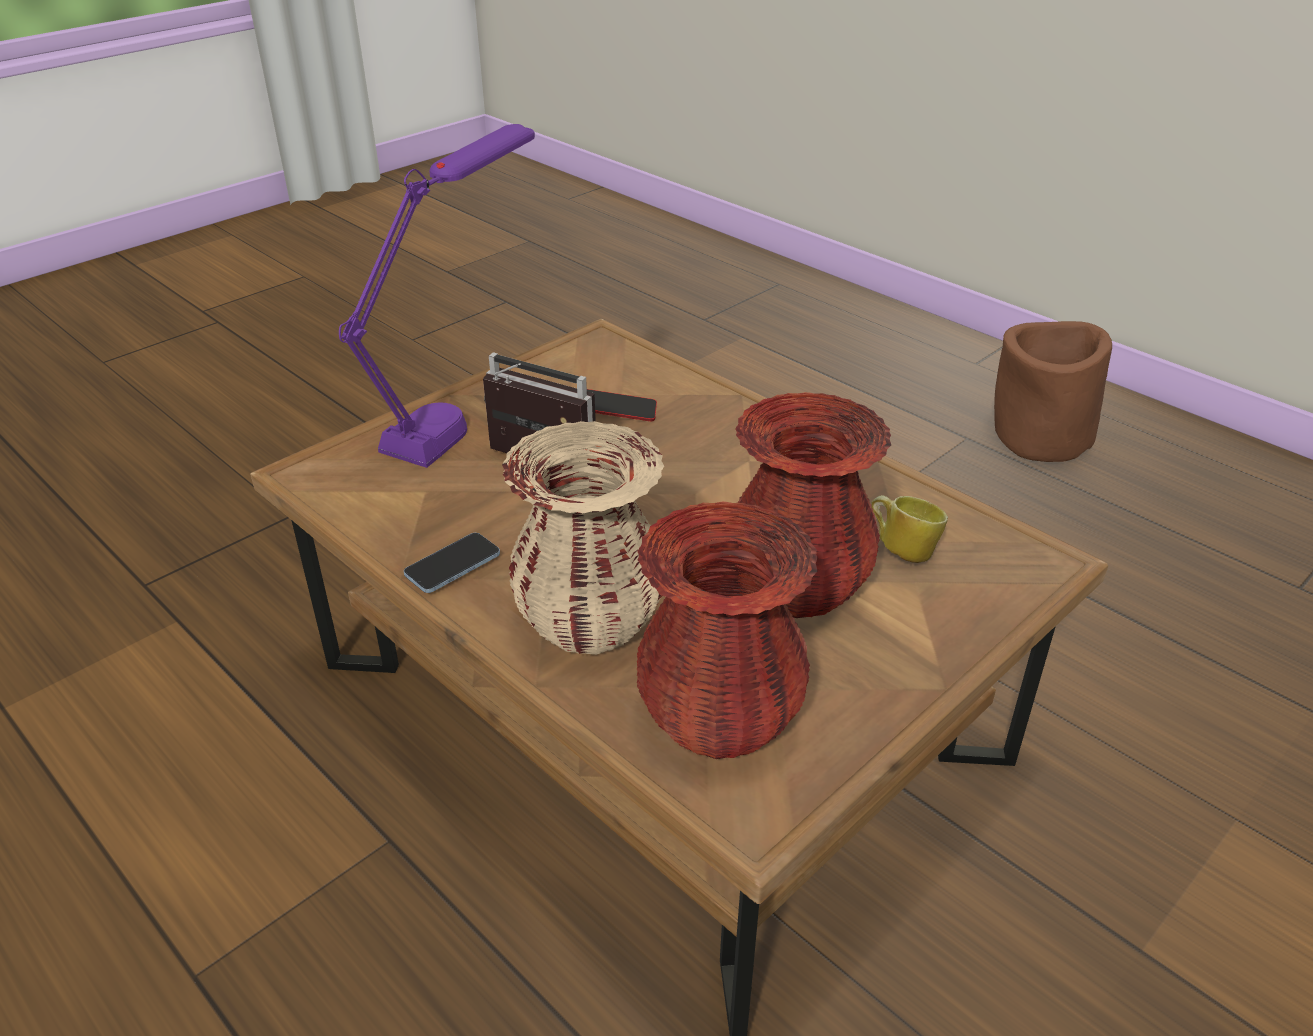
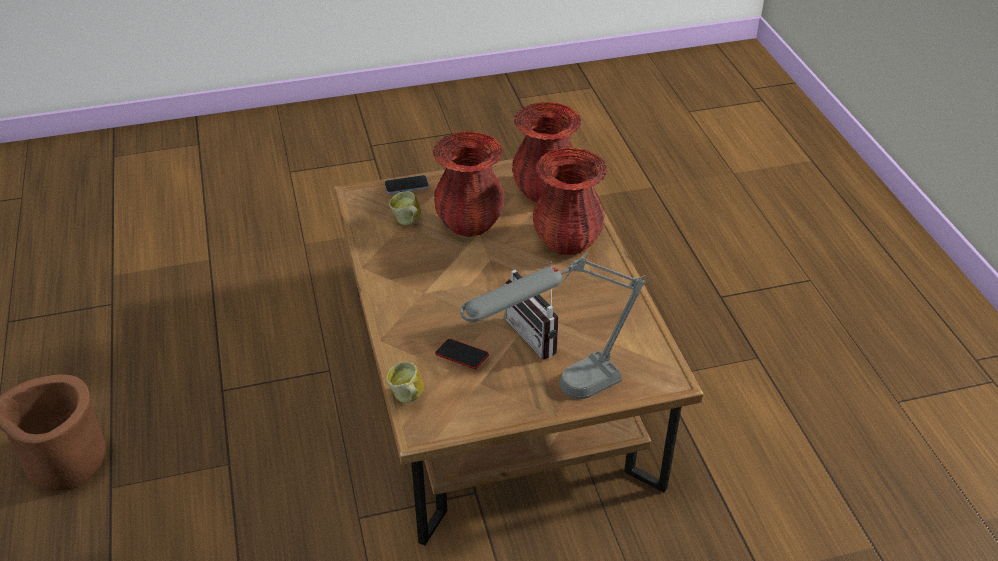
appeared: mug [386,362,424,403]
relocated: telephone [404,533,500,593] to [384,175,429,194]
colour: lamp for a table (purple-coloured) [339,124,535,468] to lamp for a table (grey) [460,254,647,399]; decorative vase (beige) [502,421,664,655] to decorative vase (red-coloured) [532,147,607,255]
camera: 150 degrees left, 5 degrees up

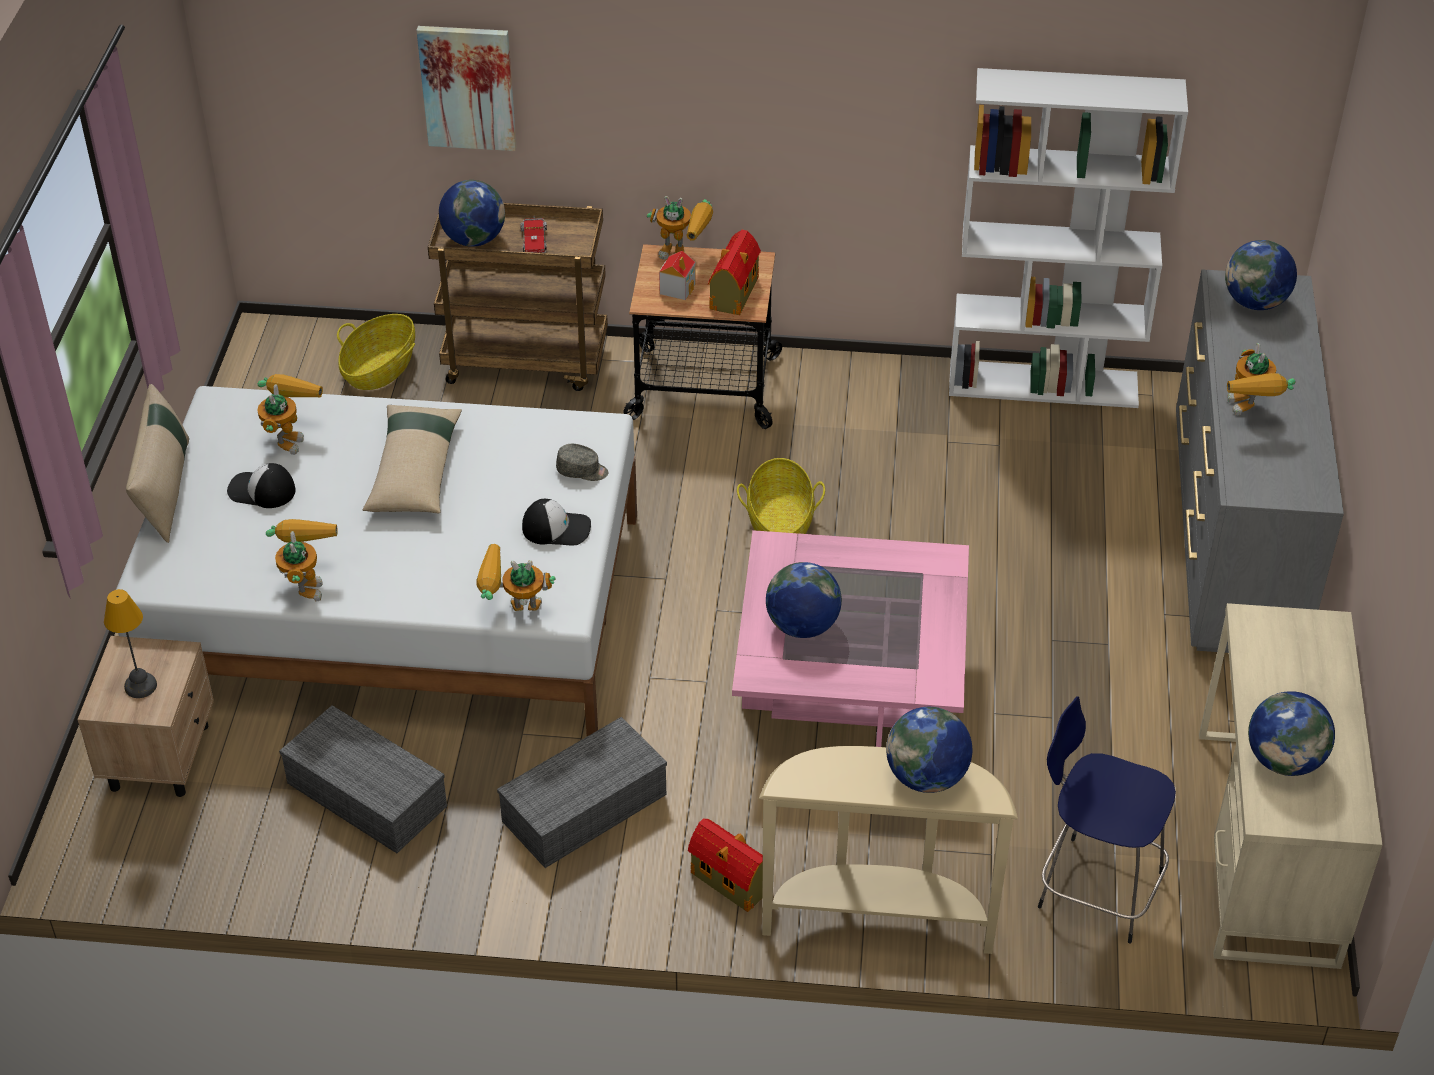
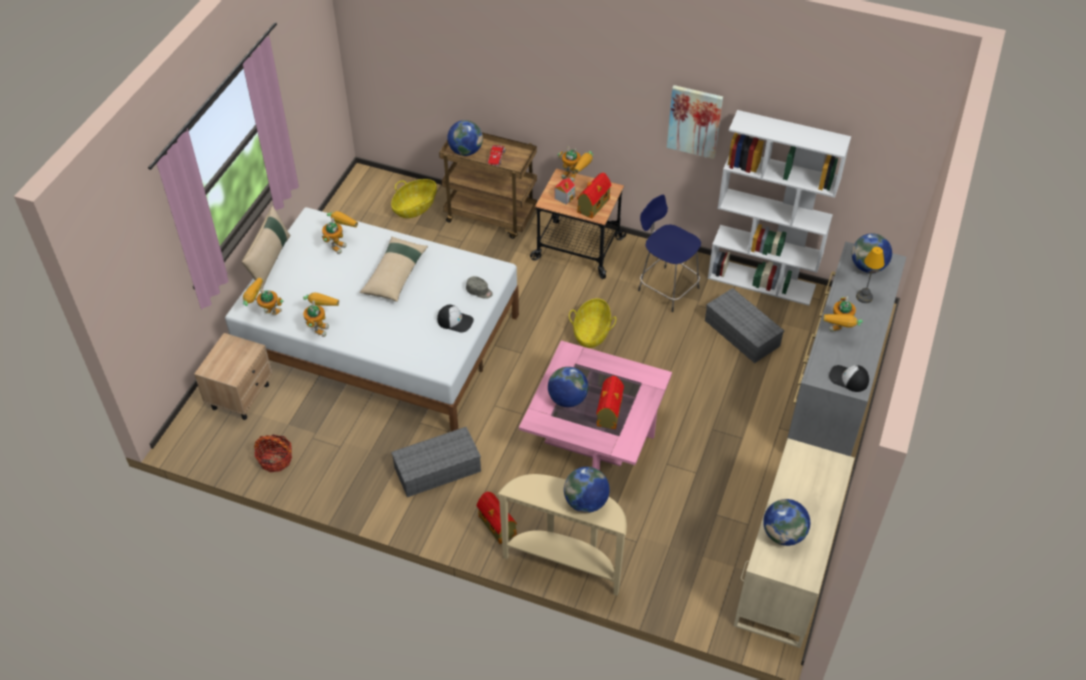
appeared: toy house [596,376,624,429]; household basket [254,435,292,472]
relocated: picture [417,26,517,151] to [667,85,723,159]; baseball cap [227,463,296,508] to [829,365,869,392]; toy robot [476,544,556,611] to [243,278,283,315]; lamp for a table [104,589,157,698] to [856,247,884,303]; stool (blue) [1038,696,1176,943] to [638,195,701,312]; storage box (grey) [279,705,447,853] to [705,288,784,363]
camera: 15 degrees right, 5 degrees up

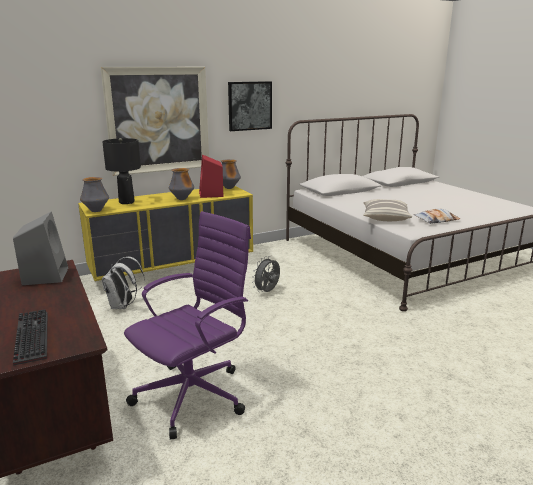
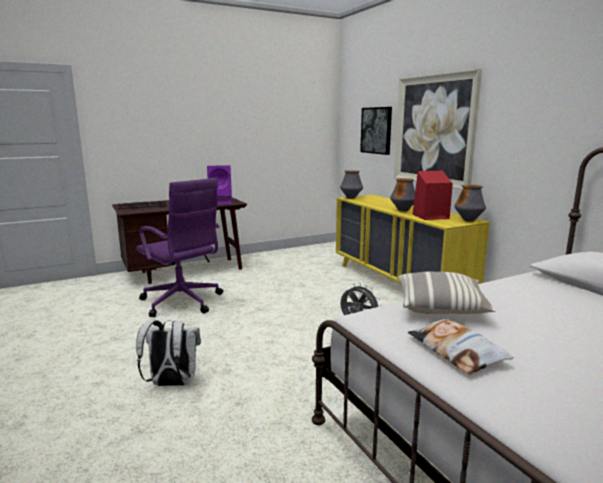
missing: lamp for a table (black) [102,138,141,204]
relocated: picture [228,81,272,131] to [360,107,392,155]; knapsack (white-coloured) [102,257,144,309] to [136,320,201,386]
colour: loudspeaker (grey) [13,212,68,285] to loudspeaker (purple-coloured) [207,165,232,205]
camera: 90 degrees right, 5 degrees down

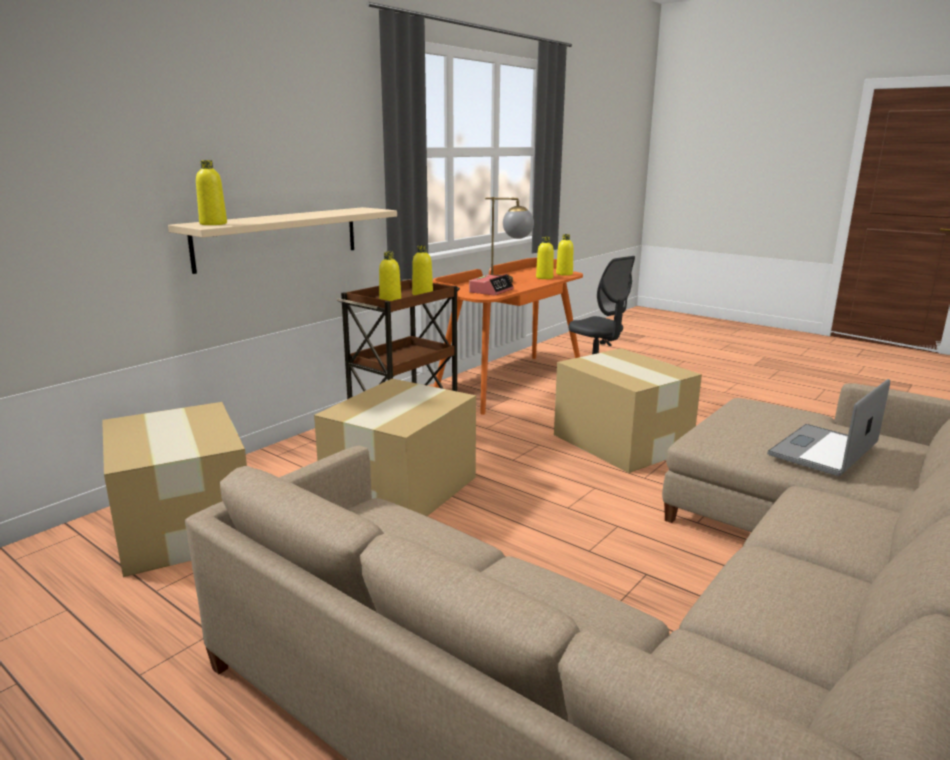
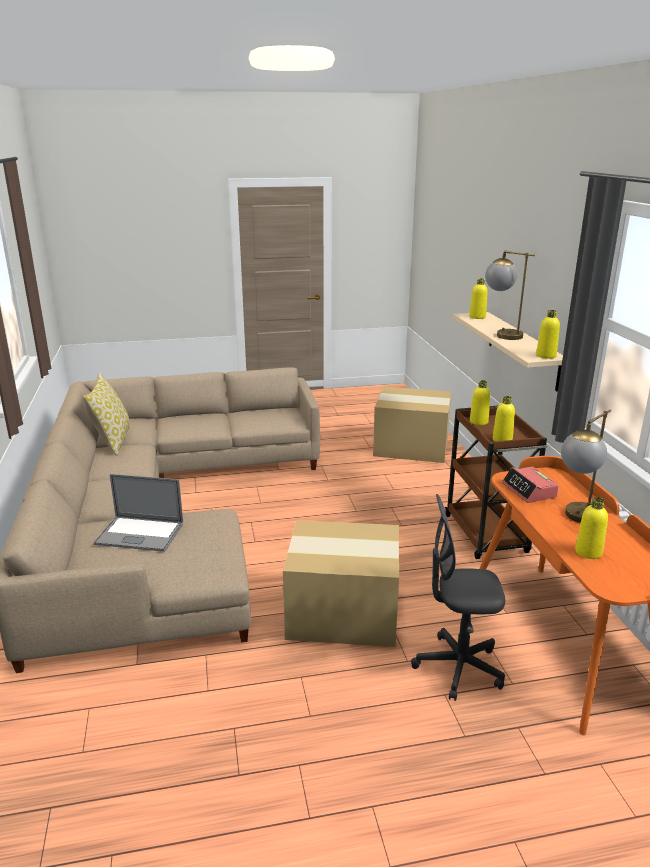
missing: packing box [314,379,476,516]
appeared: lamp for a table [485,250,535,340]; throw pillow [83,372,130,456]
relocated: bottle (yellowish) [556,234,573,276] to [536,310,560,359]
spun: notebook computer [767,379,890,476] = [94,474,183,552] 105 degrees clockwise
camera: 130 degrees right, 5 degrees up

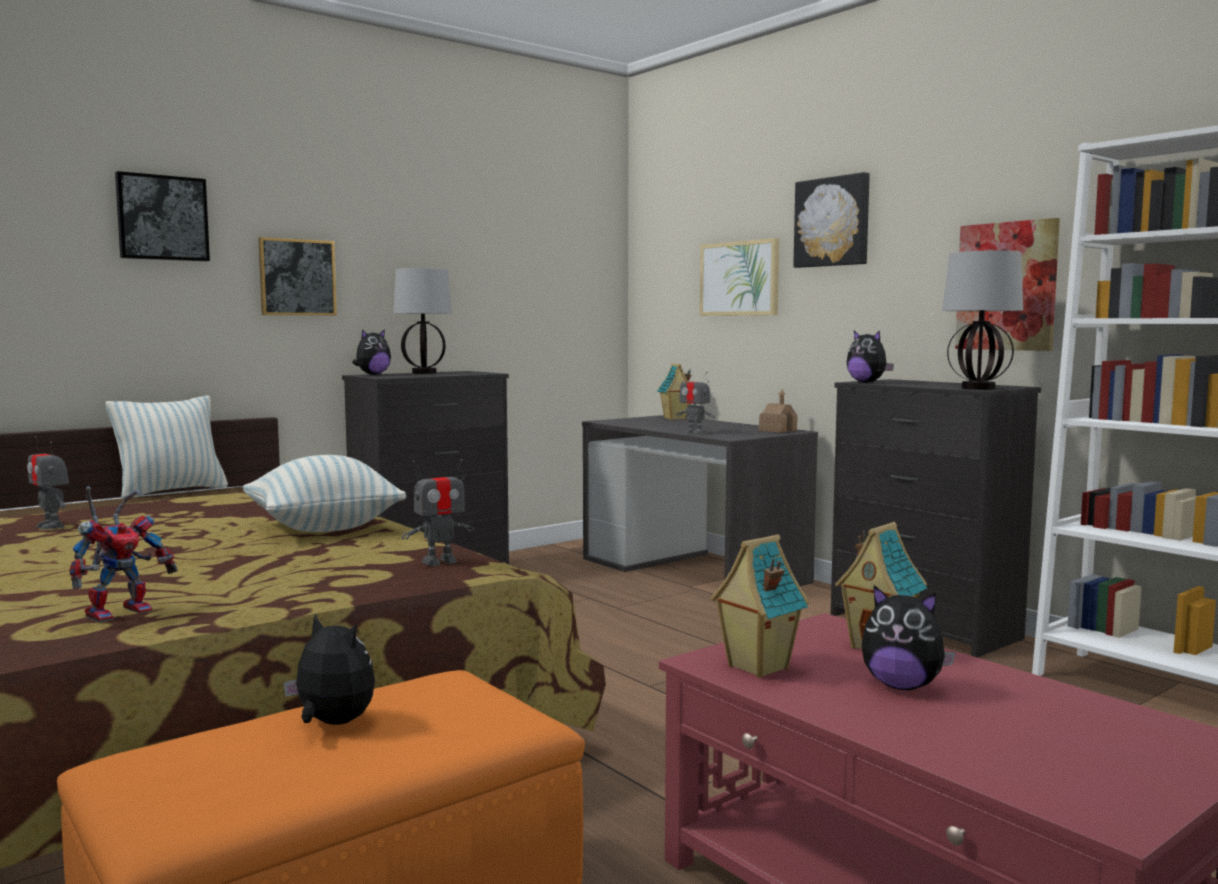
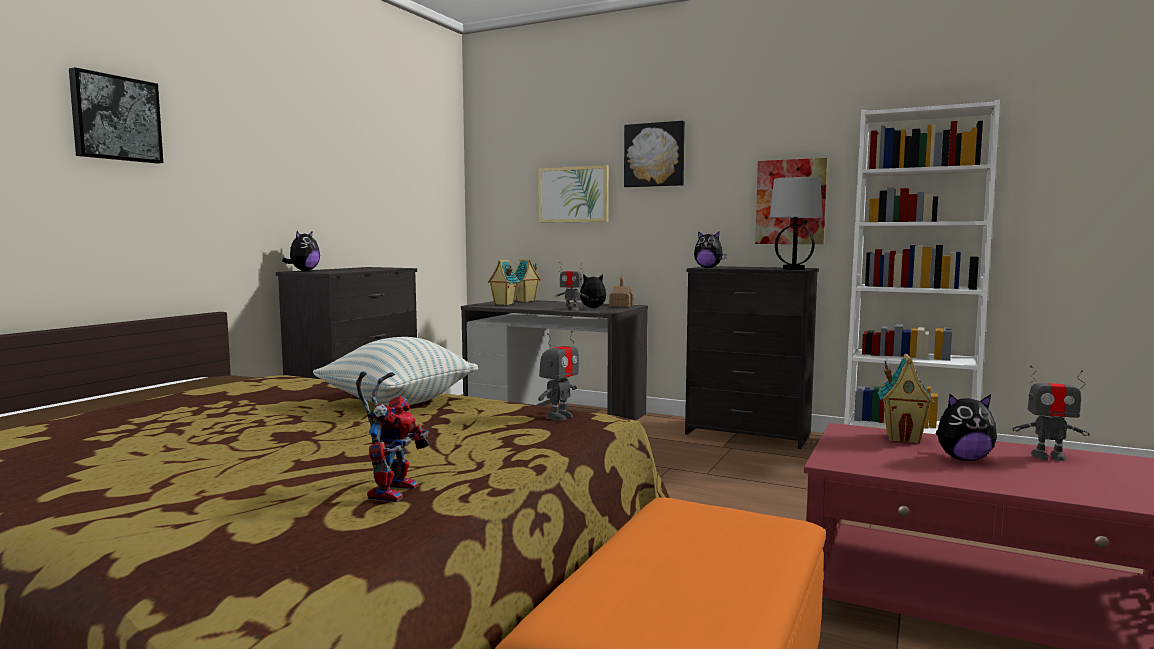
missing: picture [258,237,337,316]; lamp for a table [393,268,452,374]; throw pillow [106,396,228,499]
relocated: toy robot [27,436,69,530] to [1012,366,1090,461]; toy house [711,534,809,678] to [488,260,519,305]; plush toy [283,614,375,725] to [577,274,606,308]
camera: 25 degrees left, 0 degrees up

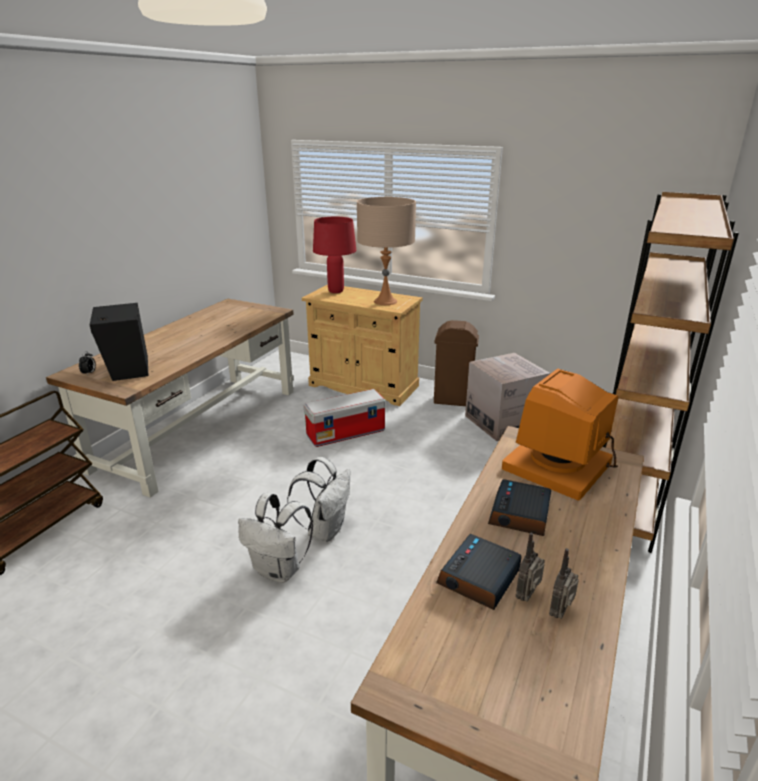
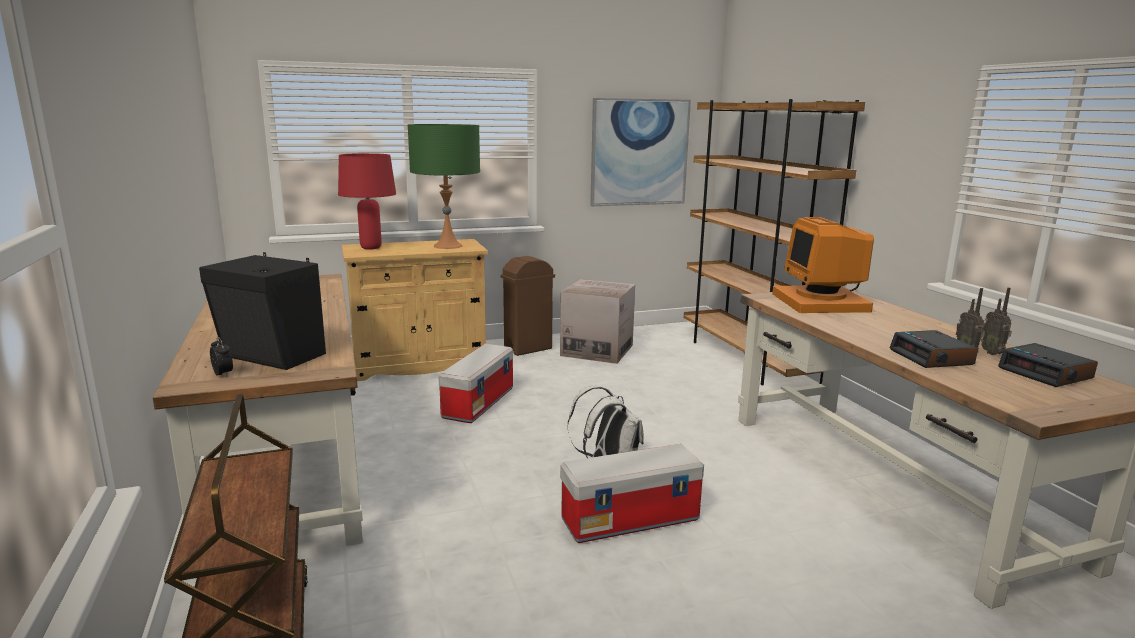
appeared: picture [590,98,691,206]
relocated: alarm clock [488,479,551,536] to [998,343,1098,387]
exchanged: knapsack (white-coloured) [238,493,313,583] to storage box [560,444,704,543]
colour: lamp for a table (beige) [357,197,416,305] to lamp for a table (green-coloured) [408,124,480,249]
camera: 45 degrees left, 10 degrees down

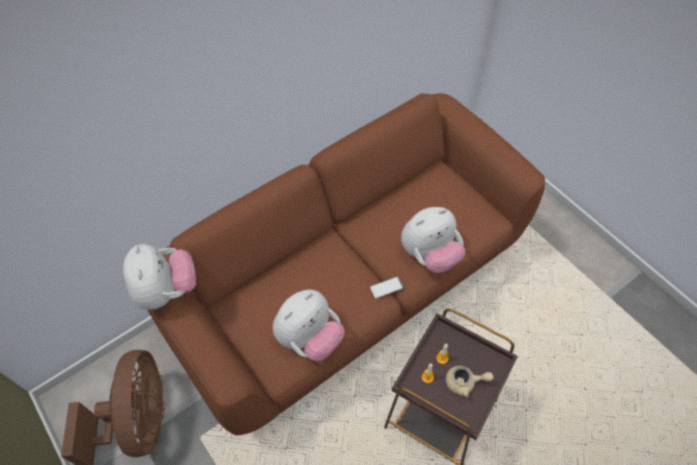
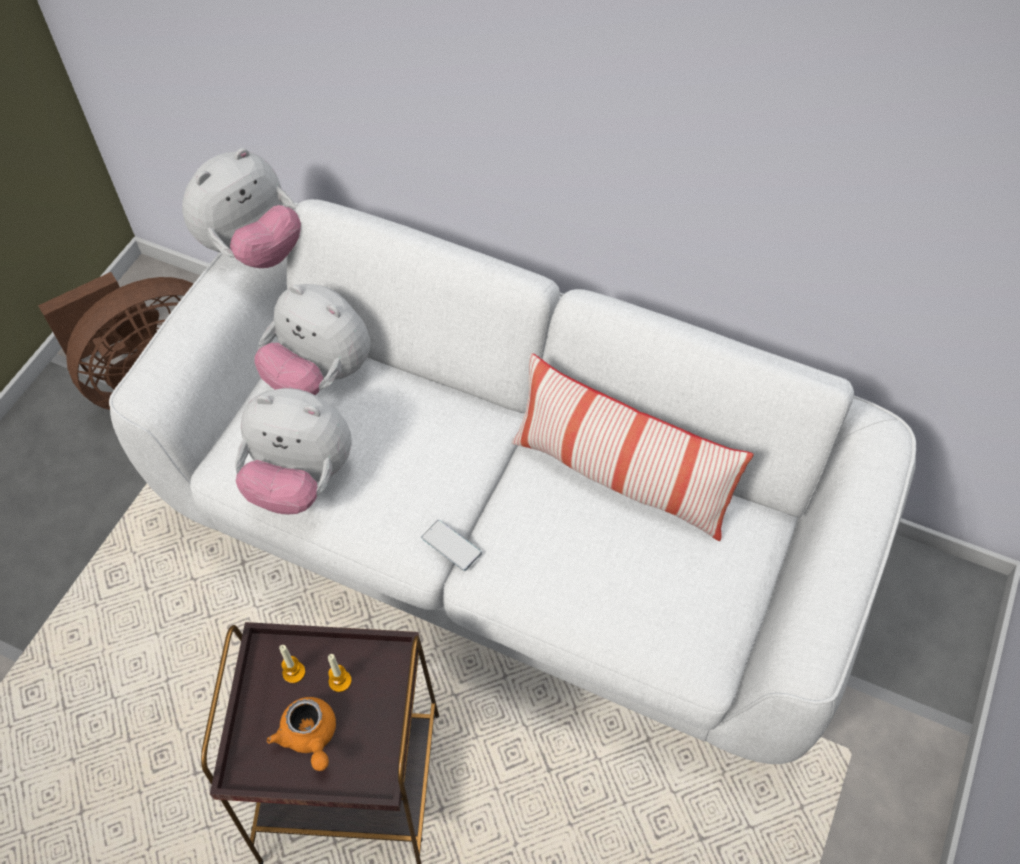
appeared: throw pillow [512,353,754,541]
relocated: plush toy [401,207,465,273] to [254,284,370,395]
colour: couch (brown) [148,93,545,435] to couch (white-coloured) [109,199,916,764]; tea pot (beige) [446,366,494,398] to tea pot (orangey) [267,697,336,771]
camera: 60 degrees right, 0 degrees up

